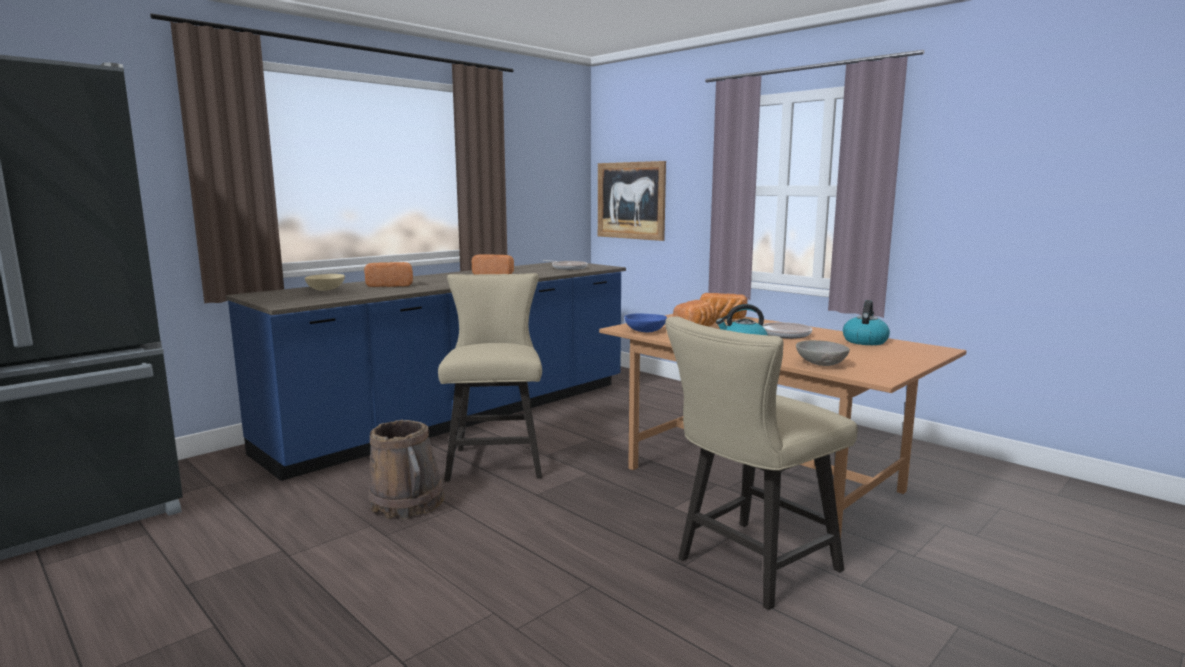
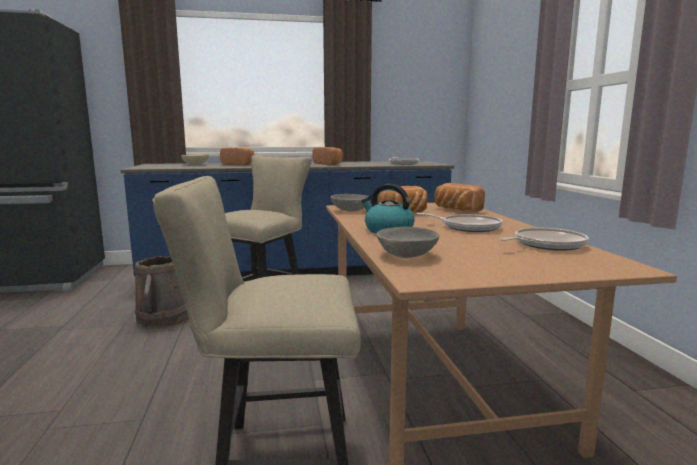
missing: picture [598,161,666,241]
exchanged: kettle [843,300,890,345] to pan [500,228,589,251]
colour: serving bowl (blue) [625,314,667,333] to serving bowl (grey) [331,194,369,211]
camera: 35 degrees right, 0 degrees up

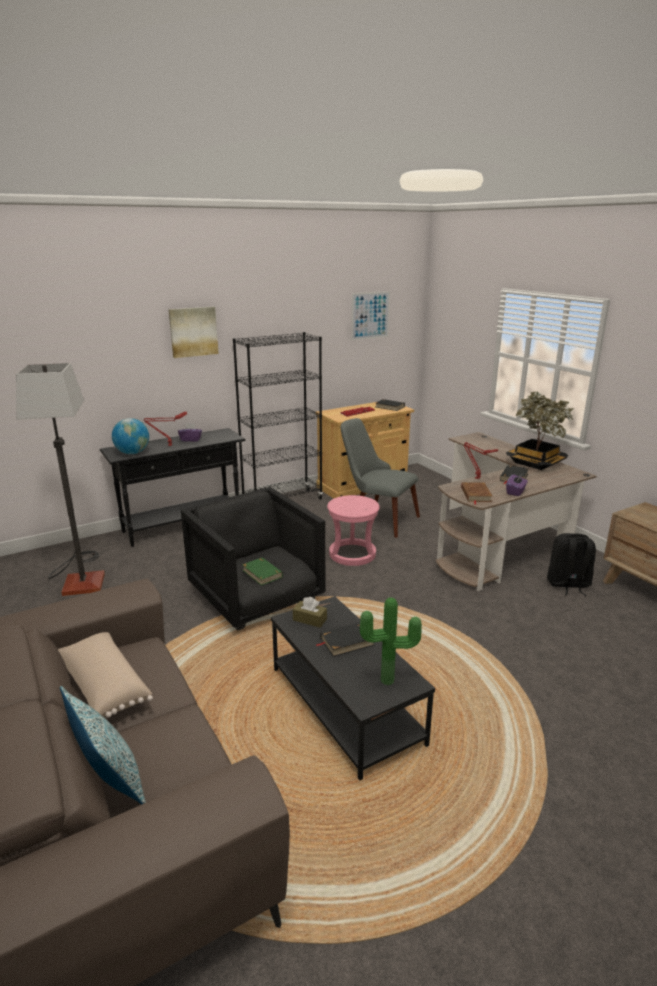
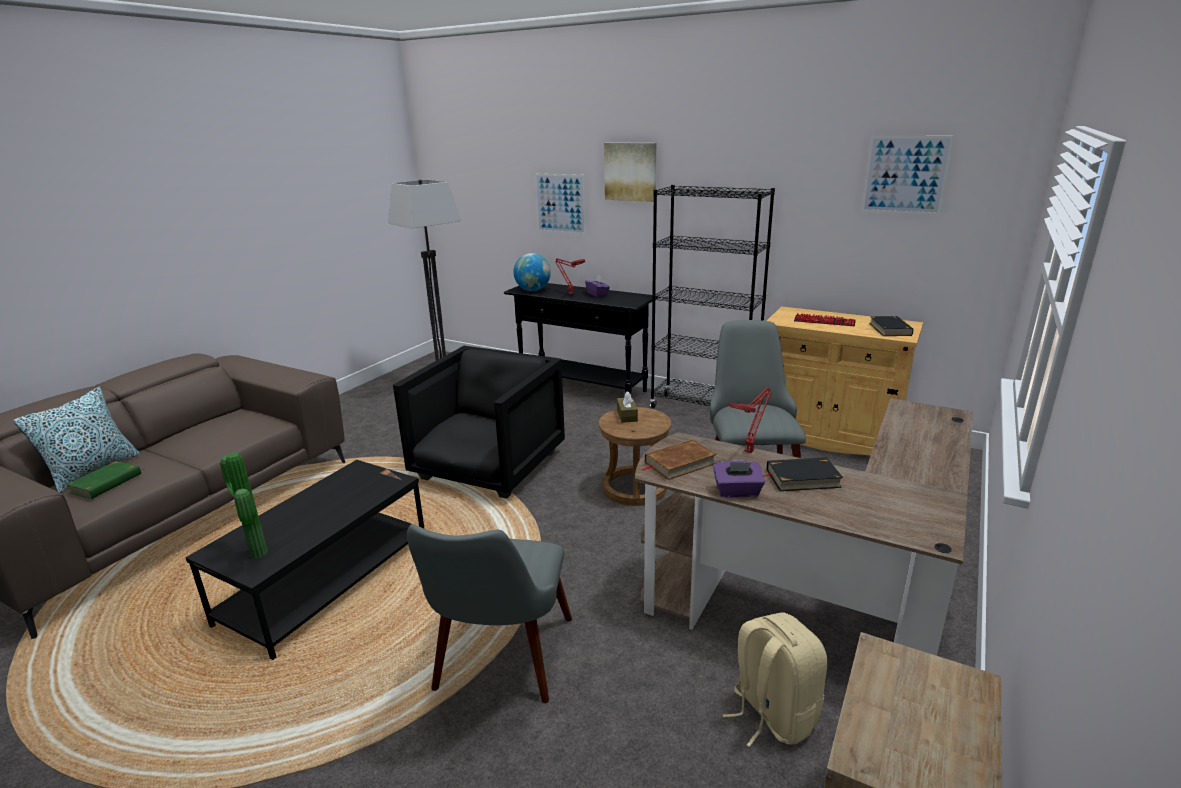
missing: houseplant [506,391,575,470]; book (black) [316,622,375,657]; throw pillow (beige) [58,632,153,718]
appeared: picture [535,174,586,235]; upright chair (grey) [407,524,572,703]
relocated: book (green-coloured) [242,557,283,586] to [66,461,144,499]; tissue box (brown) [293,597,327,628] to [617,392,638,423]
colour: stool (pink) [327,495,380,566] to stool (brown) [598,407,672,506]; knapsack (black) [547,533,596,596] to knapsack (beige) [722,612,828,747]
camera: 60 degrees right, 0 degrees up

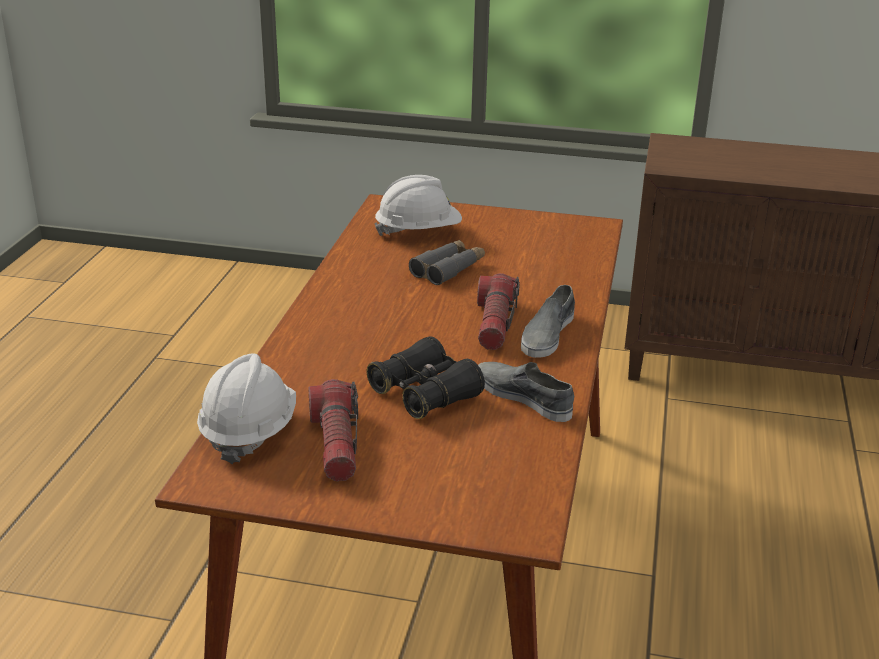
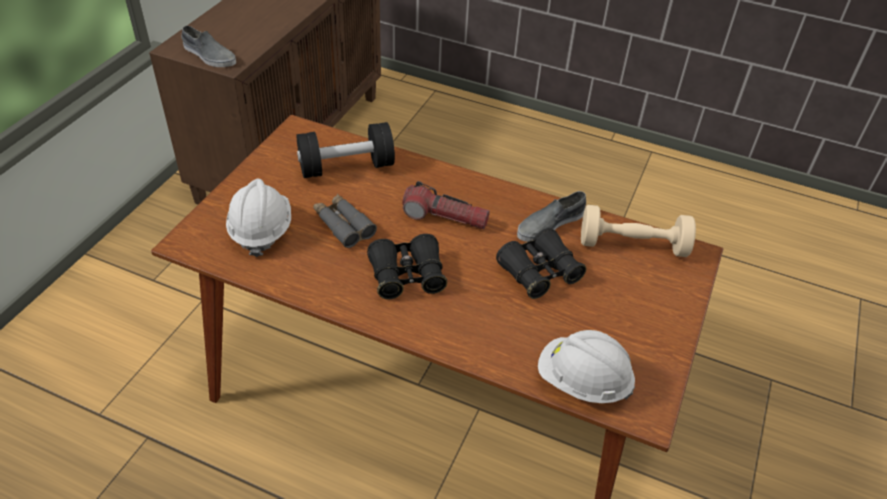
missing: flashlight [308,379,358,481]
appeared: free weight (black) [297,122,395,178]; free weight (beige) [581,205,696,257]; pair of binoculars (black) [367,234,447,300]
relocated: shoe (grey) [521,285,575,358] to [181,26,236,67]
camera: 80 degrees left, 15 degrees up

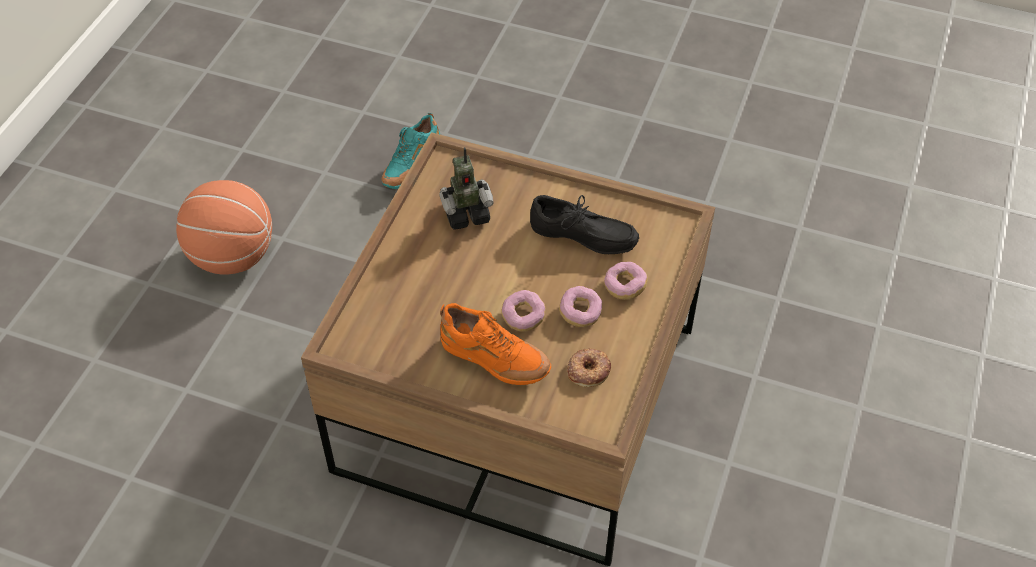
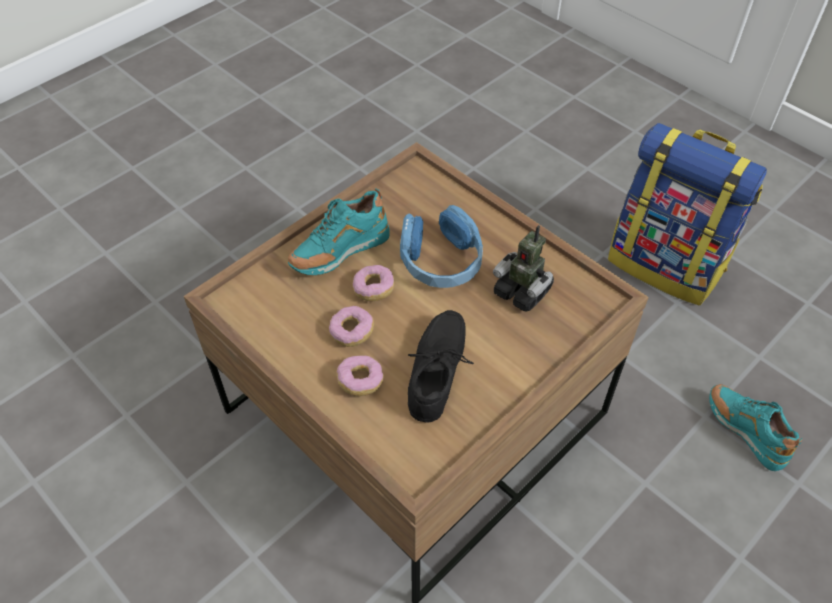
missing: doughnut [567,348,611,387]
appeared: pair of headphones (blue) [400,205,483,288]
exchanged: ball for basketball [176,180,272,275] to knapsack [608,123,767,306]
colour: shoe (orangey) [440,303,551,385] to shoe (blue-green) [288,188,390,275]
spun: toy robot [439,147,494,230] = [493,225,554,312] 60 degrees counterclockwise; shoe (black) [530,195,639,254] = [408,310,474,423] 150 degrees clockwise
camera: 115 degrees right, 0 degrees up

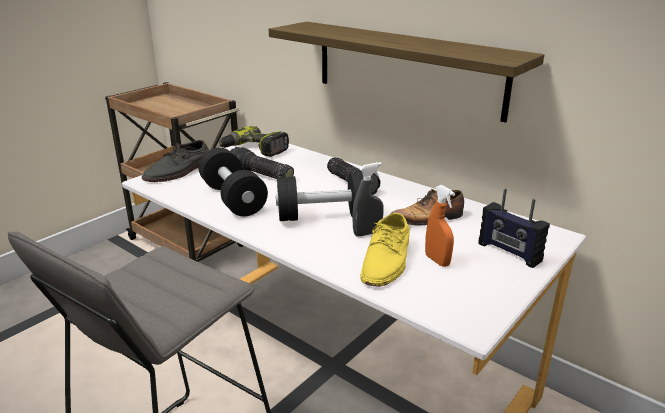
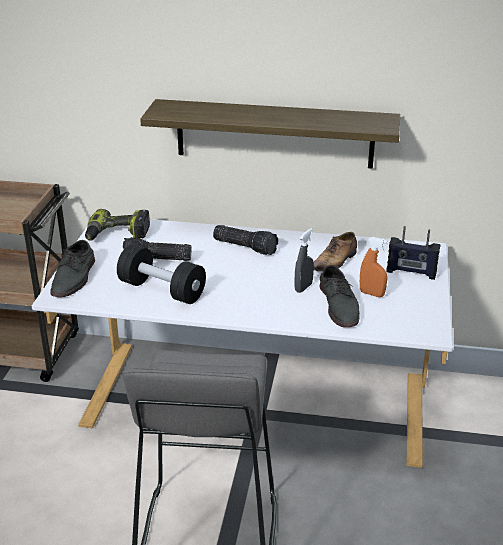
missing: free weight (black) [276,173,372,221]
colour: shoe (yellowish) [360,213,410,286] to shoe (grey) [320,265,360,327]
camera: 30 degrees left, 5 degrees up

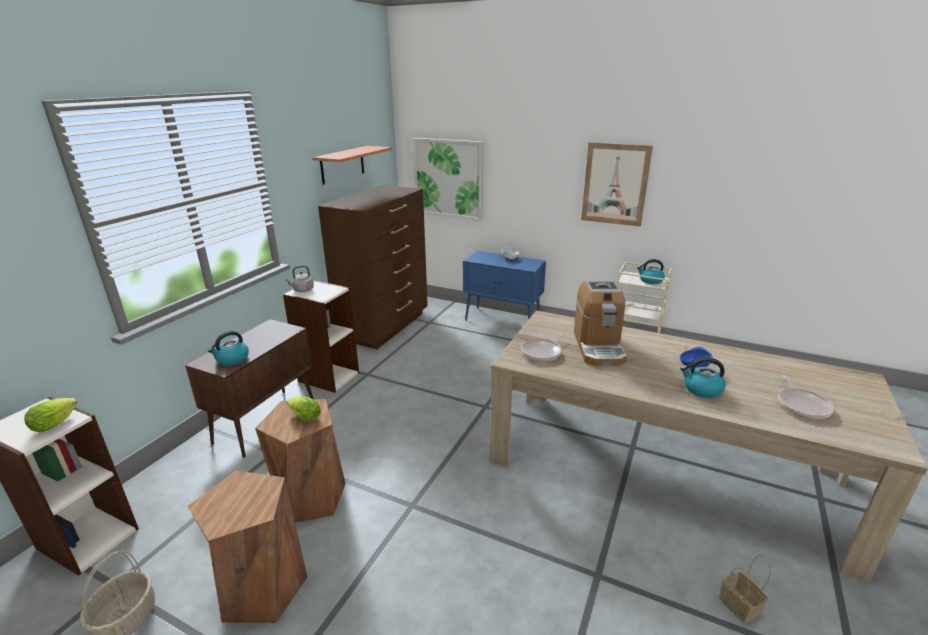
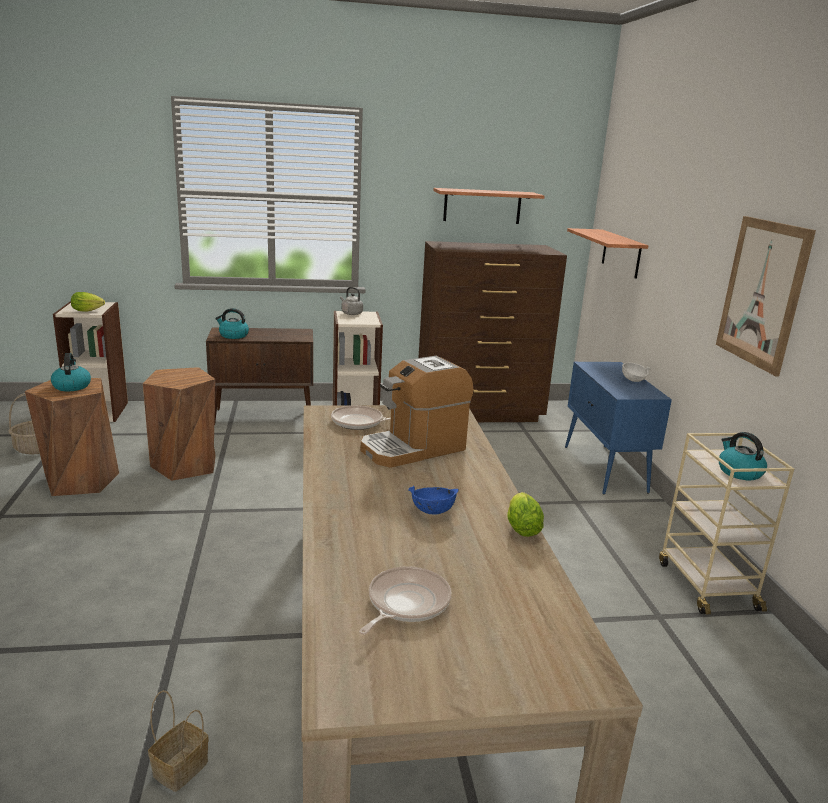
relocated: kettle [680,357,726,398] to [51,353,91,391]; lettuce [287,396,321,421] to [507,492,544,537]
exchanged: picture [412,138,483,221] to bracket shelf [567,228,648,279]
spun: pan [778,374,834,419] = [359,566,451,635] 150 degrees clockwise
camera: 55 degrees right, 5 degrees down

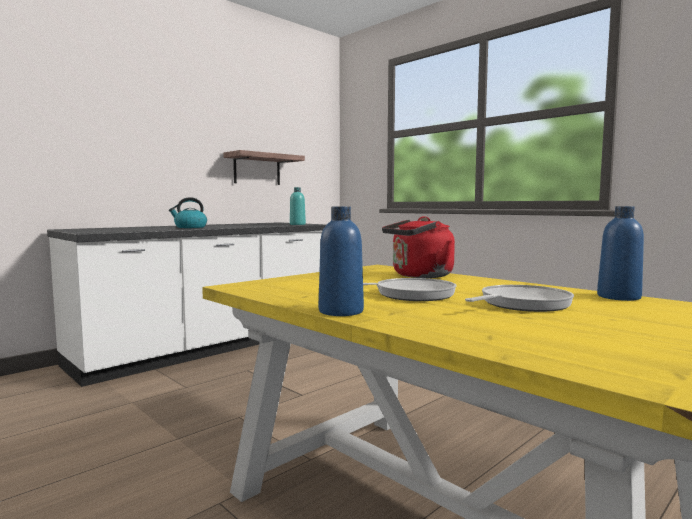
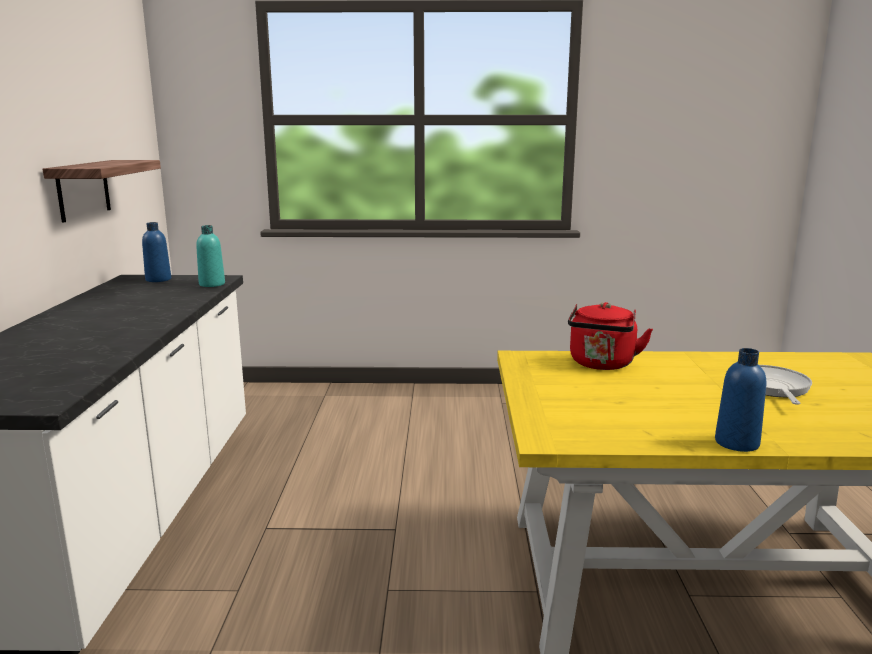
missing: kettle [169,197,207,228]; pan [363,278,456,301]
relocated: bottle (blue) [597,206,644,301] to [142,222,171,282]
camera: 45 degrees left, 10 degrees up

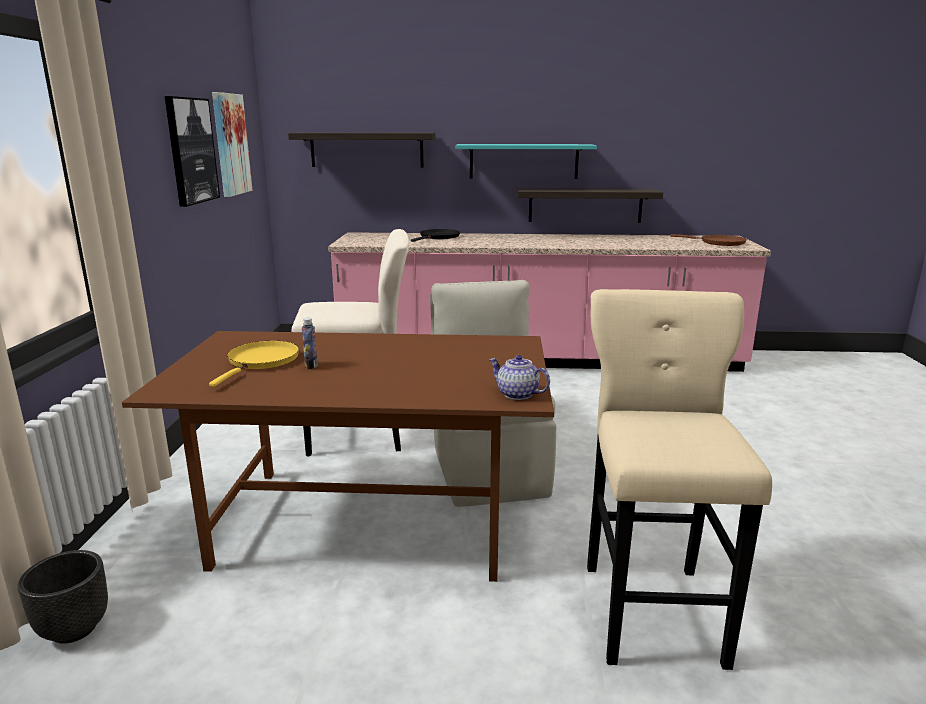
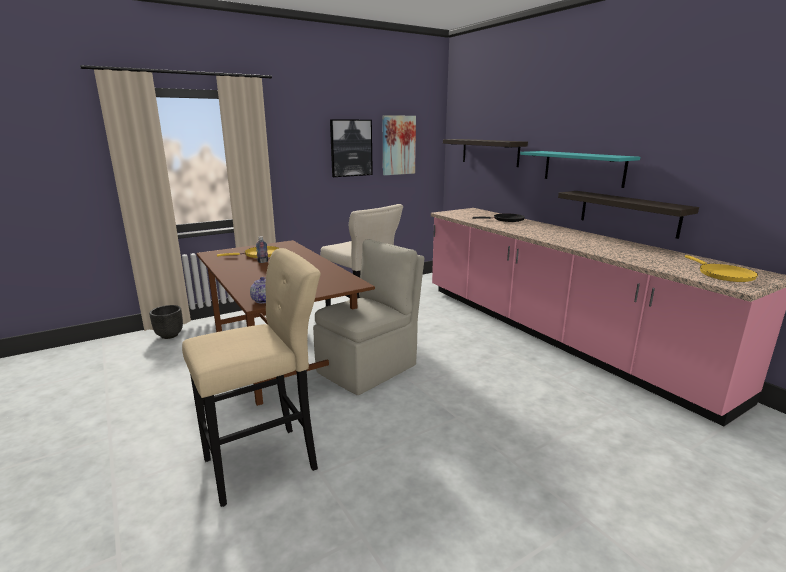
colour: pan (brown) [670,234,747,246] to pan (yellowish) [685,255,758,282]
camera: 55 degrees right, 0 degrees up

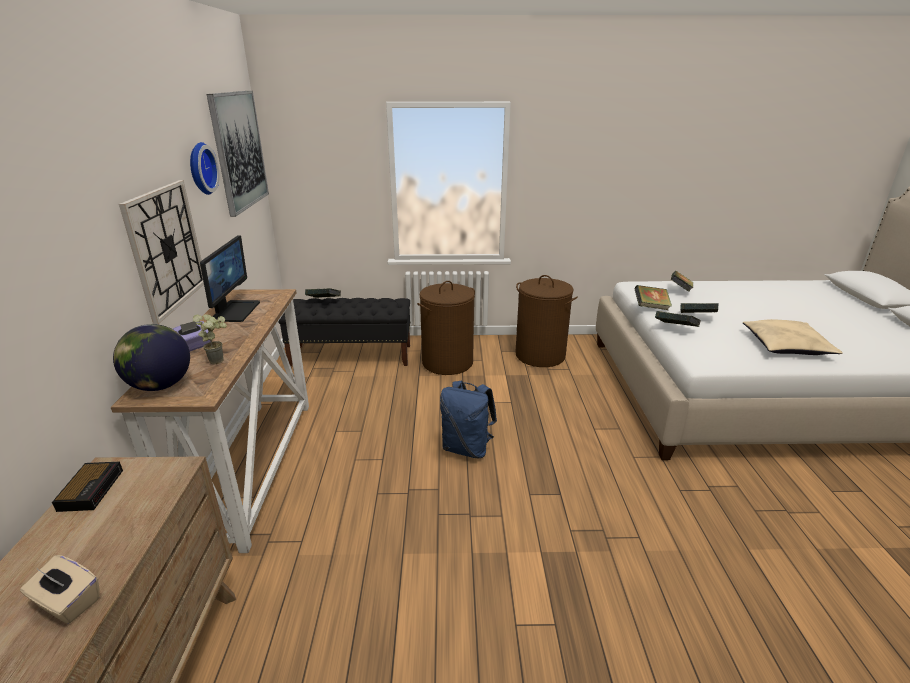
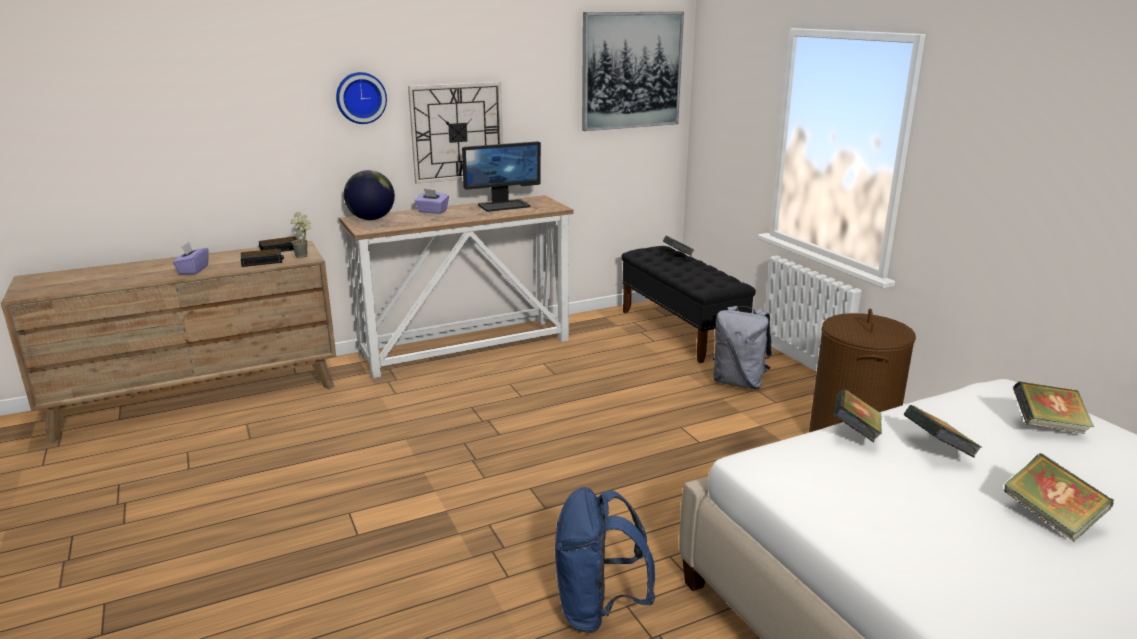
missing: throw pillow (beige) [743,319,843,355]
appeared: alarm clock [241,249,284,267]
relocated: wall clock [190,142,219,195] to [336,72,387,124]; book [634,285,672,310] to [1004,453,1114,542]; houseplant [192,314,227,365] to [291,212,311,258]; knapsack (blue) [440,380,497,458] to [555,487,655,633]
exchanged: washing basket (brown) [417,281,475,375] to knapsack (grey) [713,306,772,389]
colour: tissue box (beige) [20,555,100,624] to tissue box (purple-coloured) [173,242,209,274]
camera: 65 degrees right, 5 degrees down

